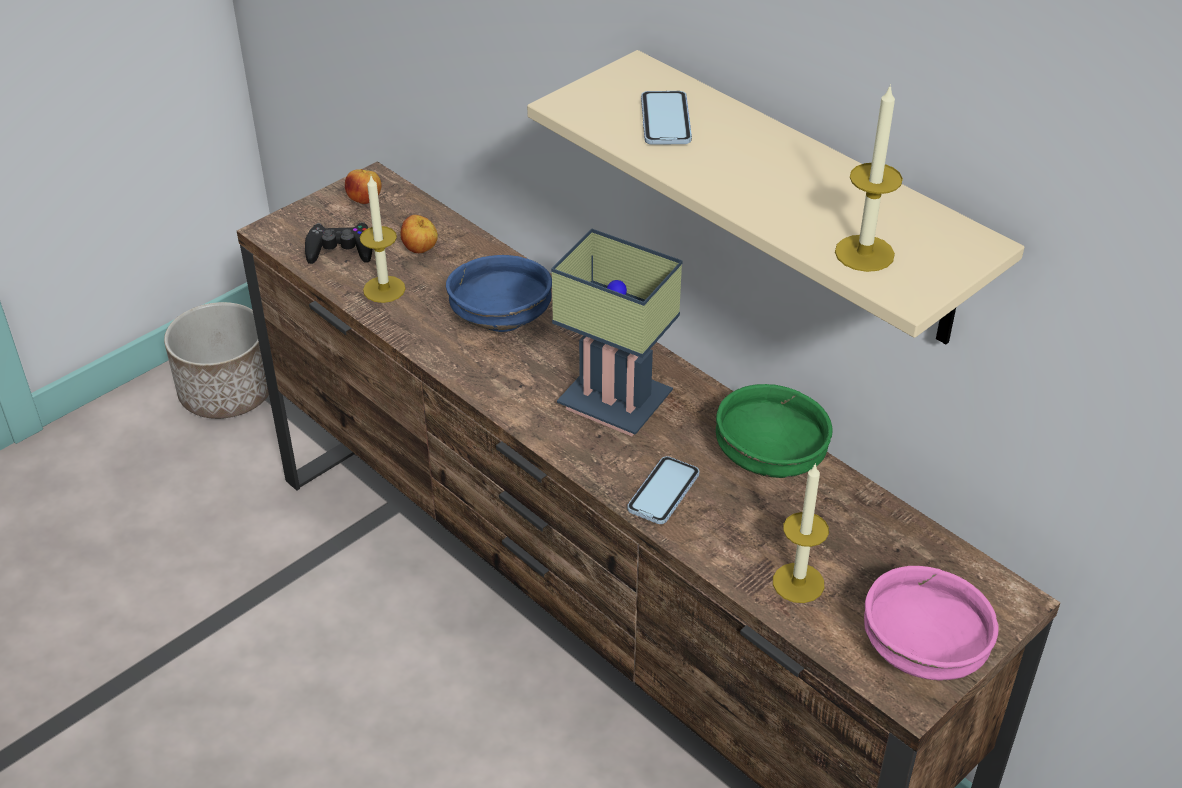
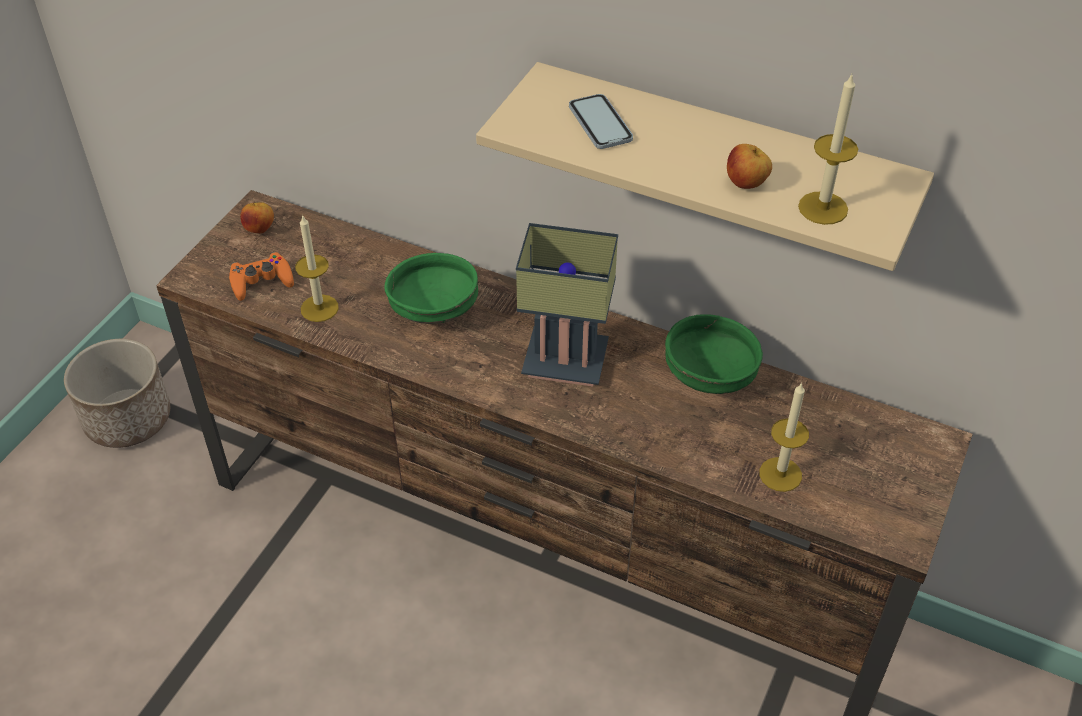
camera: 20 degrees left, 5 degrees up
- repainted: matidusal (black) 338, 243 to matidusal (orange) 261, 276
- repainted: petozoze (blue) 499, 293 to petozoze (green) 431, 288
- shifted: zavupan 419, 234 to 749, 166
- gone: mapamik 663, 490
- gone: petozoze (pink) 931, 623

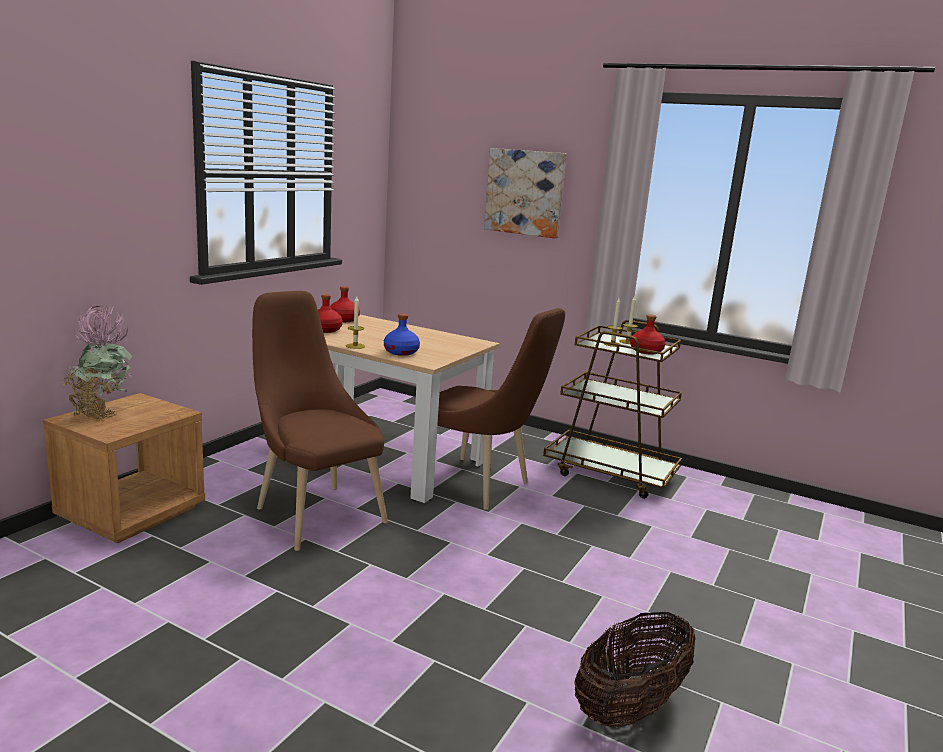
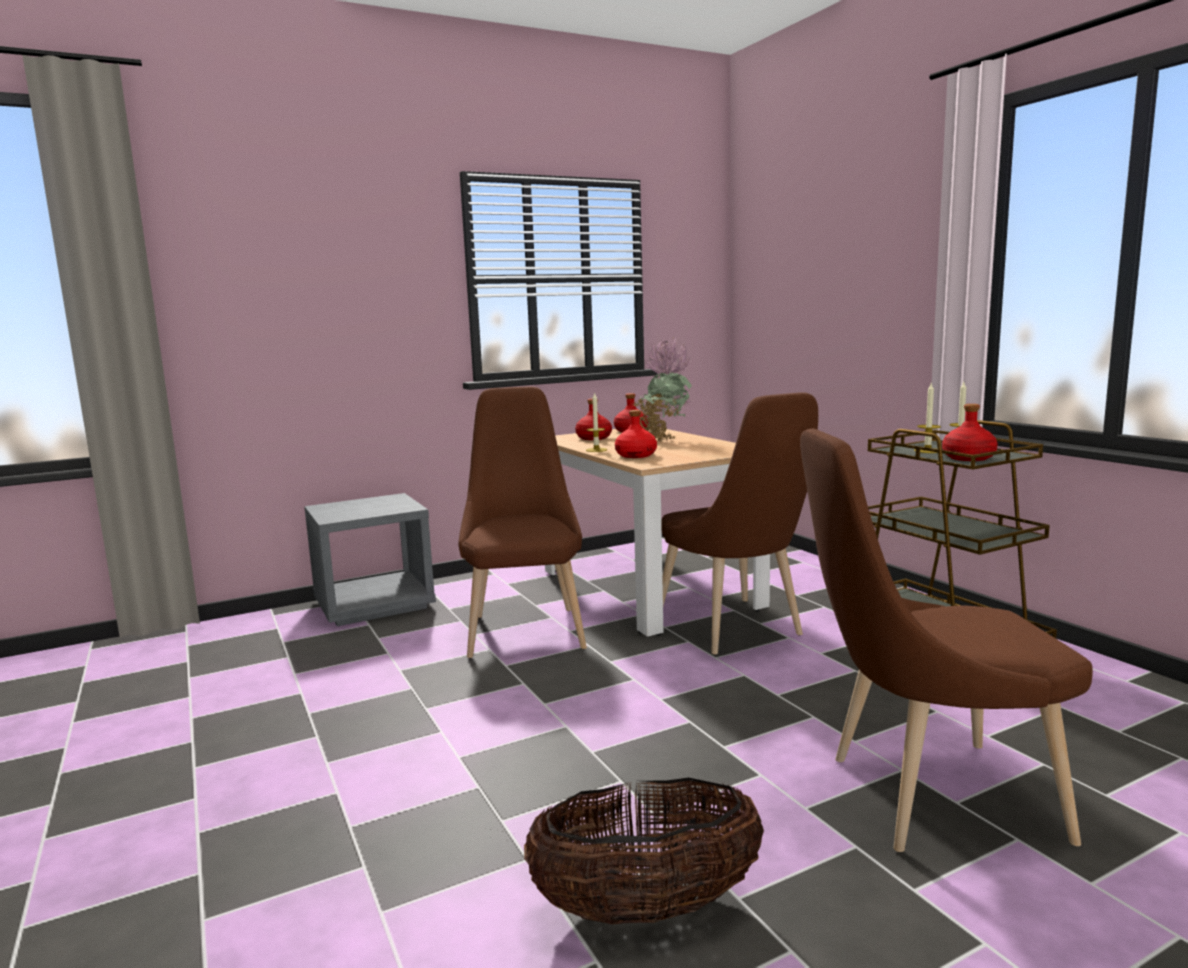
camera: 35 degrees right, 5 degrees down
- repainted: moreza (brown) 124, 468 to moreza (grey) 370, 559
- repainted: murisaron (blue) 402, 334 to murisaron (red) 636, 434
- shifted: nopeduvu 96, 363 to 662, 389
- new: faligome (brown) 946, 640
- gone: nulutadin 525, 193

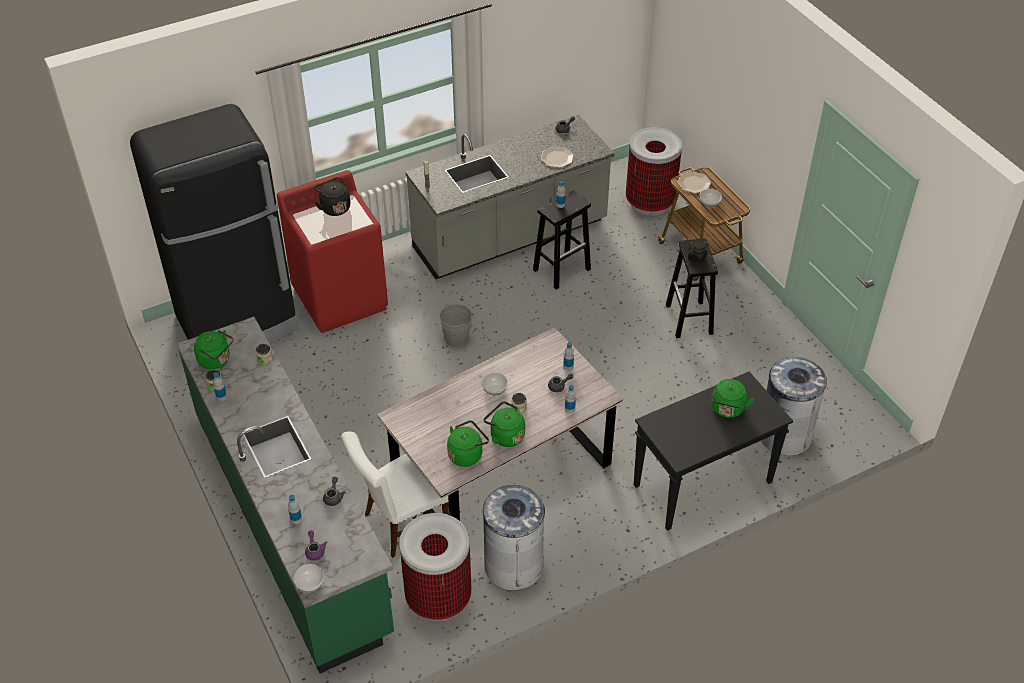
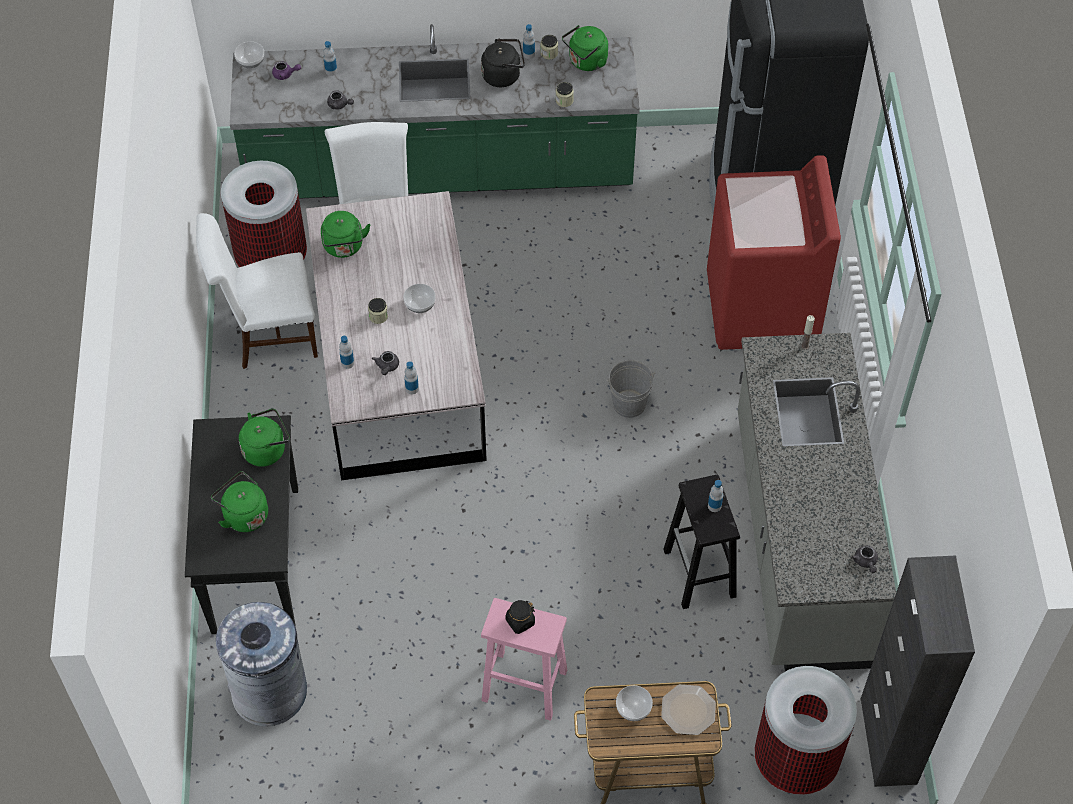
camera: 115 degrees right, 10 degrees up
- swapped: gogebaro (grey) 515, 537 to faligome (white) 257, 291
- shifted: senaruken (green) 504, 424 to 264, 438
- shifted: senaruken (black) 332, 196 to 503, 63
- repainted: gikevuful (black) 692, 288 to gikevuful (pink) 524, 659
- new: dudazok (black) 918, 671
- gone: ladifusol 557, 157

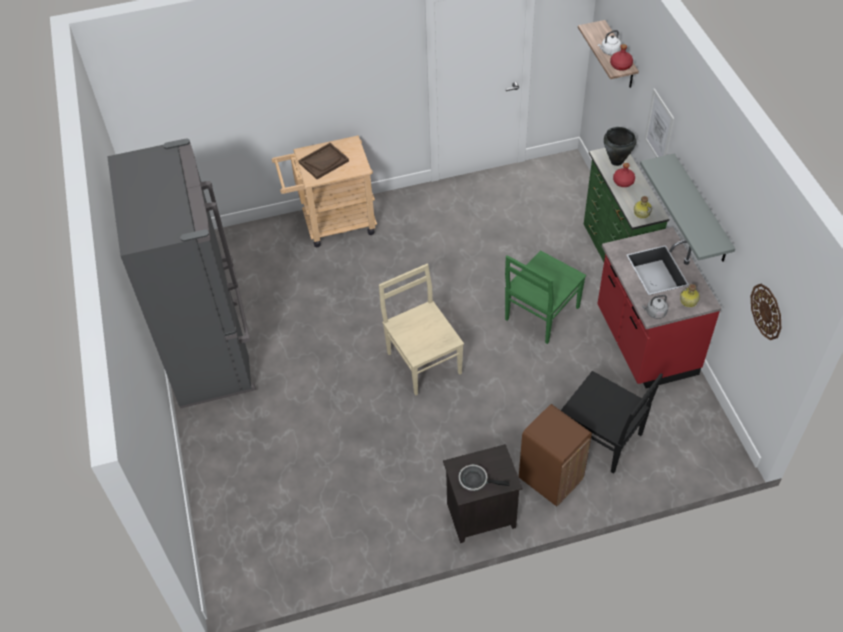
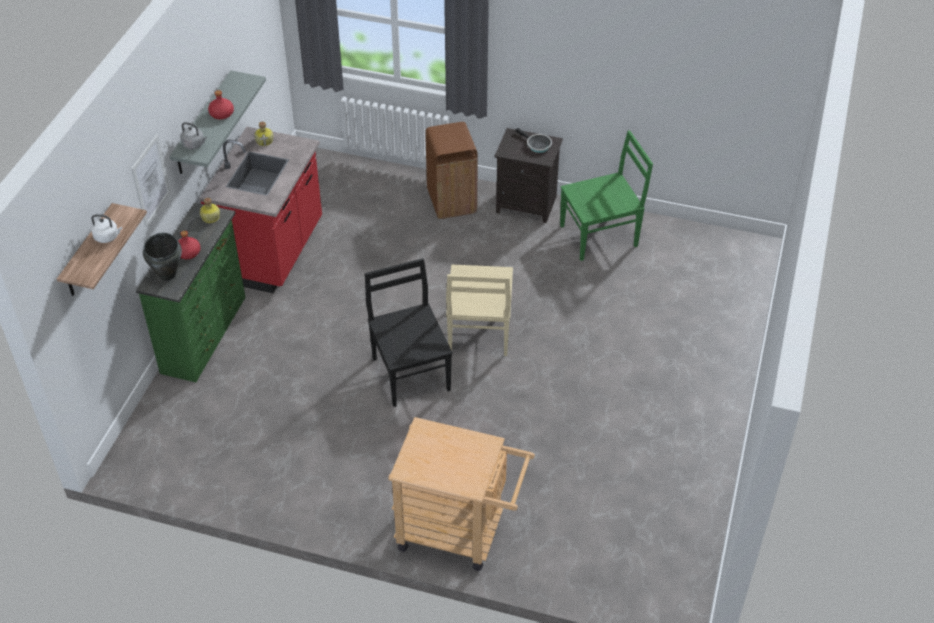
camera: 150 degrees left, 5 degrees down
- shifted: senaruken (grey) 655, 307 to 194, 135
- shifted: murisaron (red) 621, 57 to 221, 104
- shifted: faligome (black) 612, 422 to 409, 332
- shifted: faligome (green) 545, 297 to 606, 195
- gone: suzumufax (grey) 181, 273
- gone: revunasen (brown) 323, 161
- gone: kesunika 766, 312

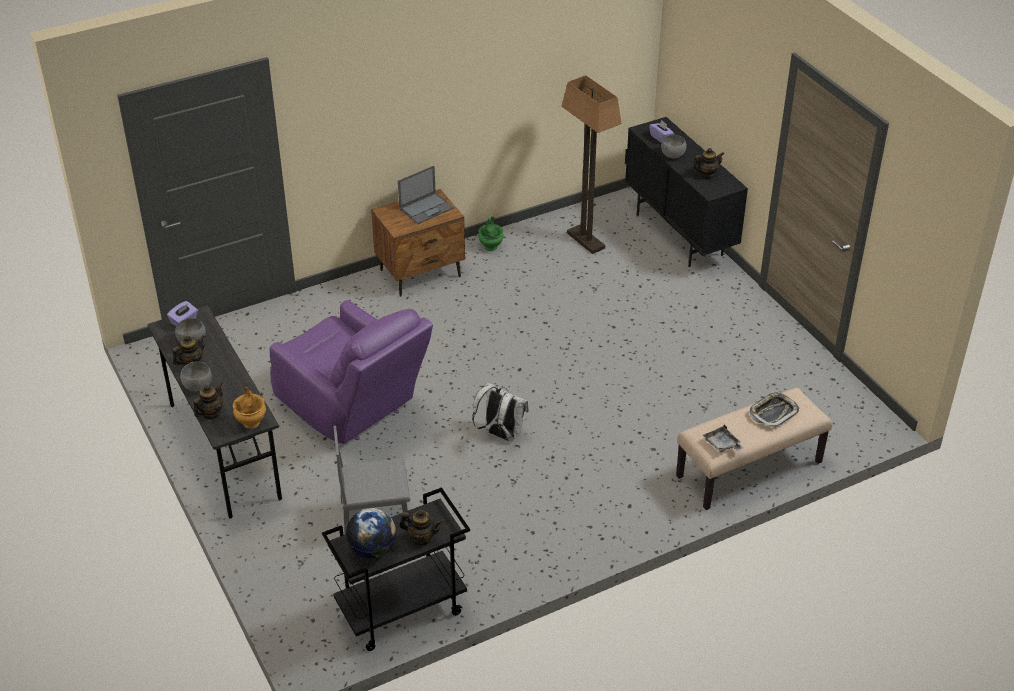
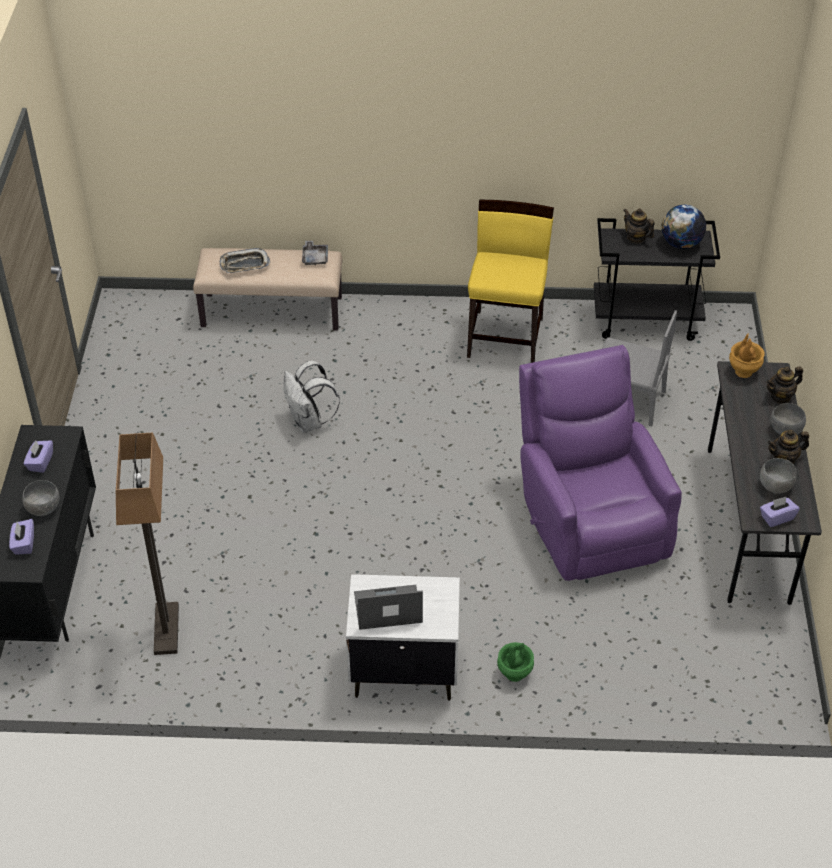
camera: 150 degrees left, 5 degrees up
- swapped: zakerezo 708, 163 to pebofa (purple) 38, 456
- shifted: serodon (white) 500, 411 to 312, 396
- repainted: moreza (brown) 418, 242 to moreza (white) 403, 637
- new: faligome (yellow) 510, 281
- shifted: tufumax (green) 491, 233 to 515, 662

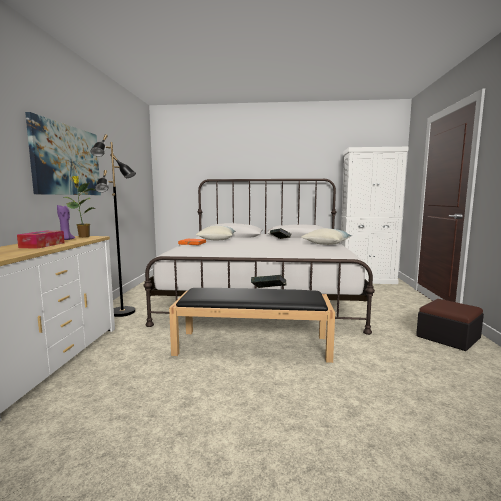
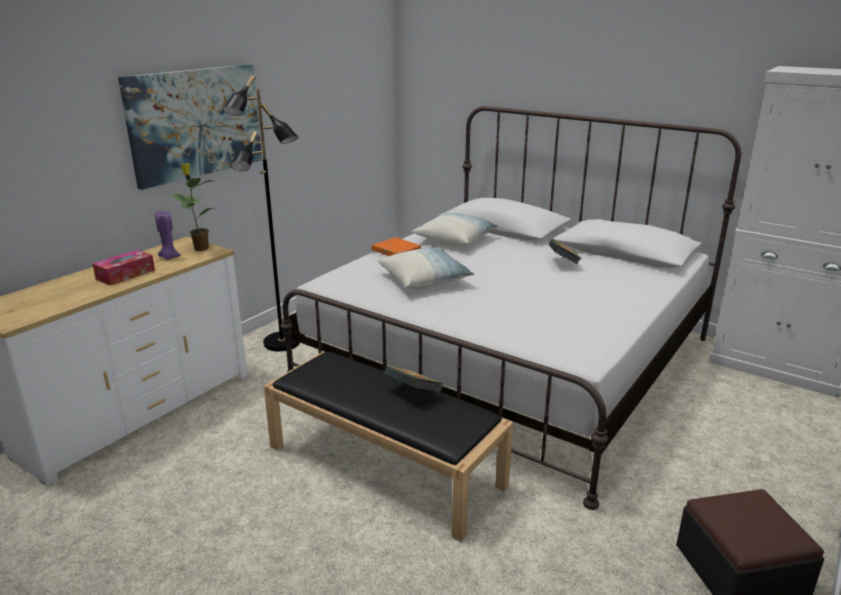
camera: 30 degrees right, 15 degrees up
- shifted: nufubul 326, 236 to 426, 268

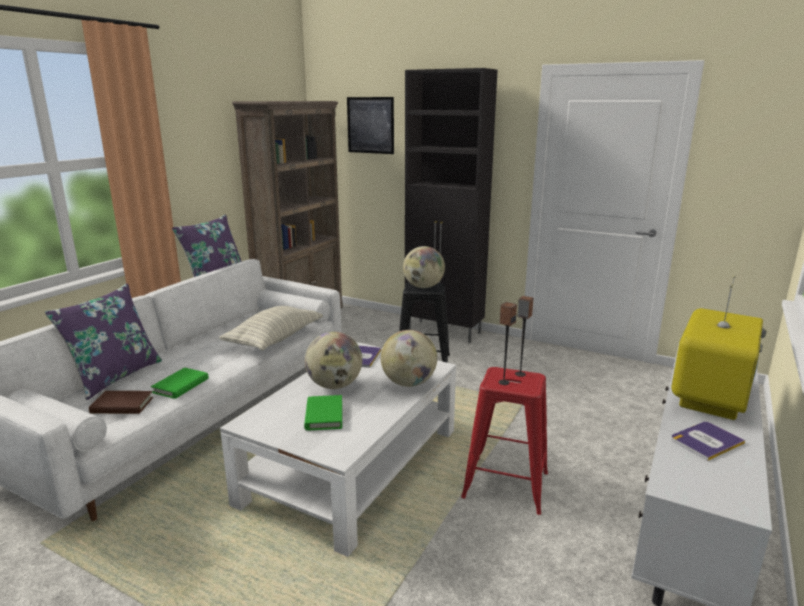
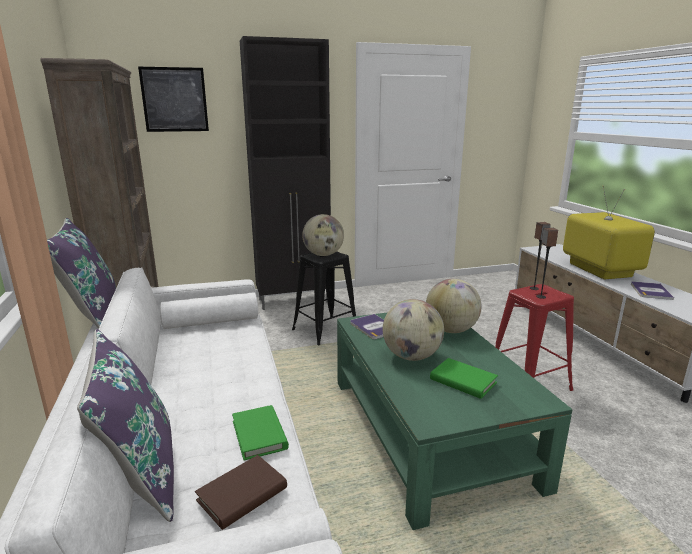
camera: 45 degrees left, 0 degrees up
- repainted: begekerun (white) 338, 449 to begekerun (green) 455, 421
- gone: nufubul 271, 328

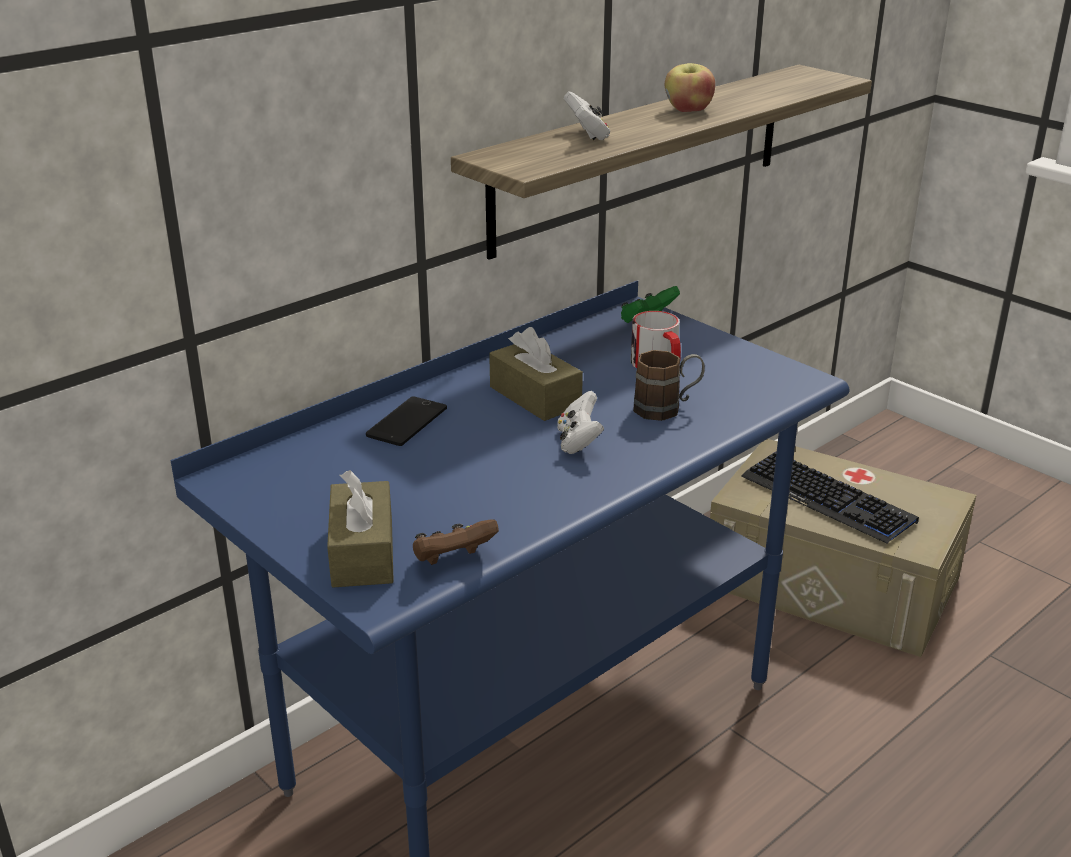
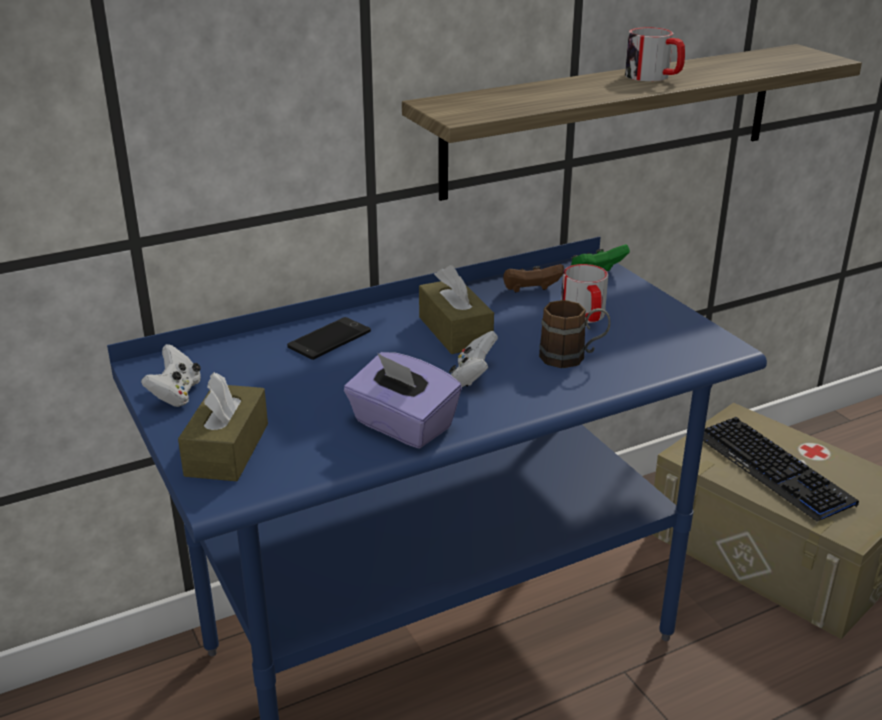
camera: 15 degrees right, 0 degrees up
- shifted: matidusal (white) 587, 116 to 171, 375
- new: pebofa (purple) 403, 400
- shifted: matidusal (brown) 456, 542 to 533, 278
- swapped: zavupan 690, 87 to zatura 655, 54

